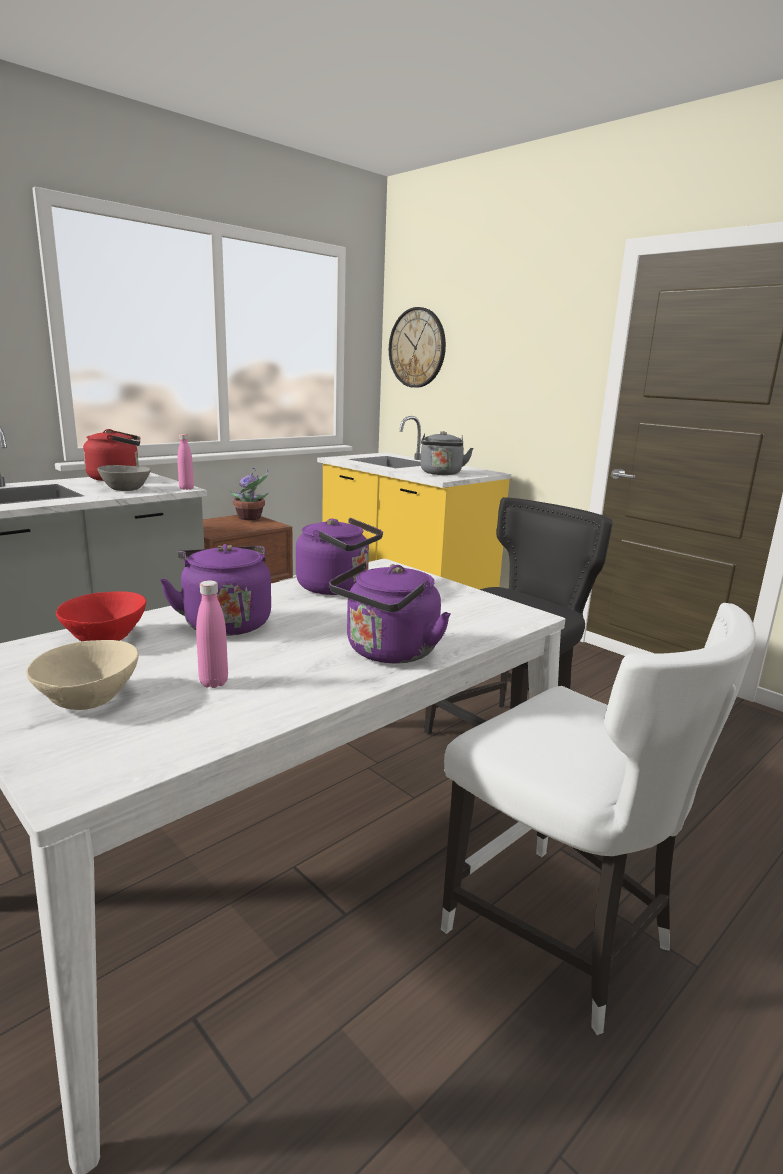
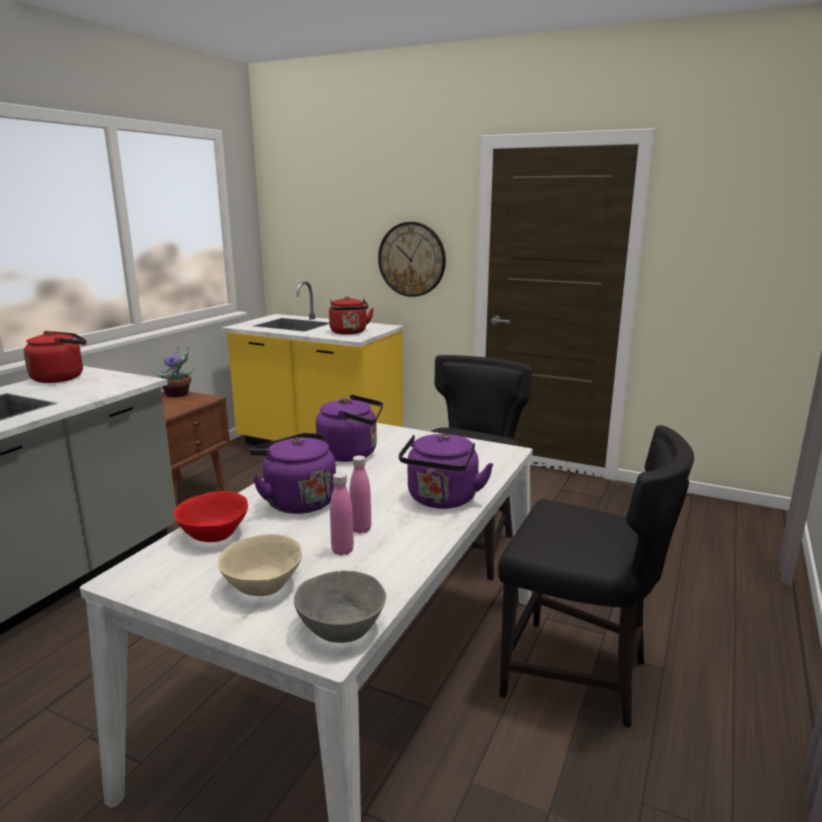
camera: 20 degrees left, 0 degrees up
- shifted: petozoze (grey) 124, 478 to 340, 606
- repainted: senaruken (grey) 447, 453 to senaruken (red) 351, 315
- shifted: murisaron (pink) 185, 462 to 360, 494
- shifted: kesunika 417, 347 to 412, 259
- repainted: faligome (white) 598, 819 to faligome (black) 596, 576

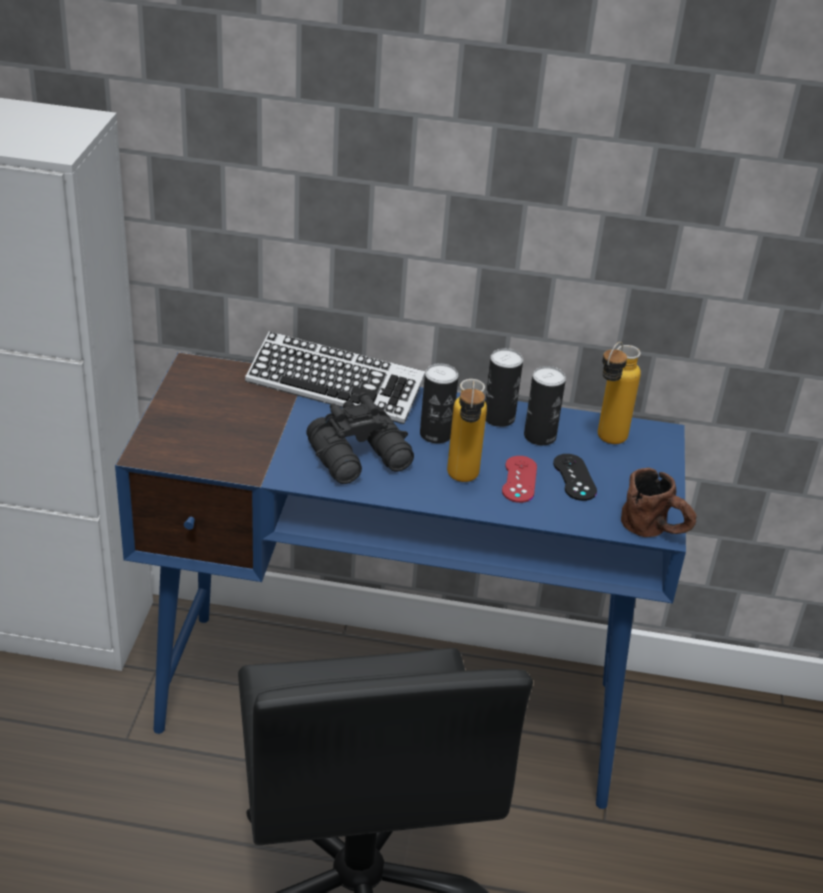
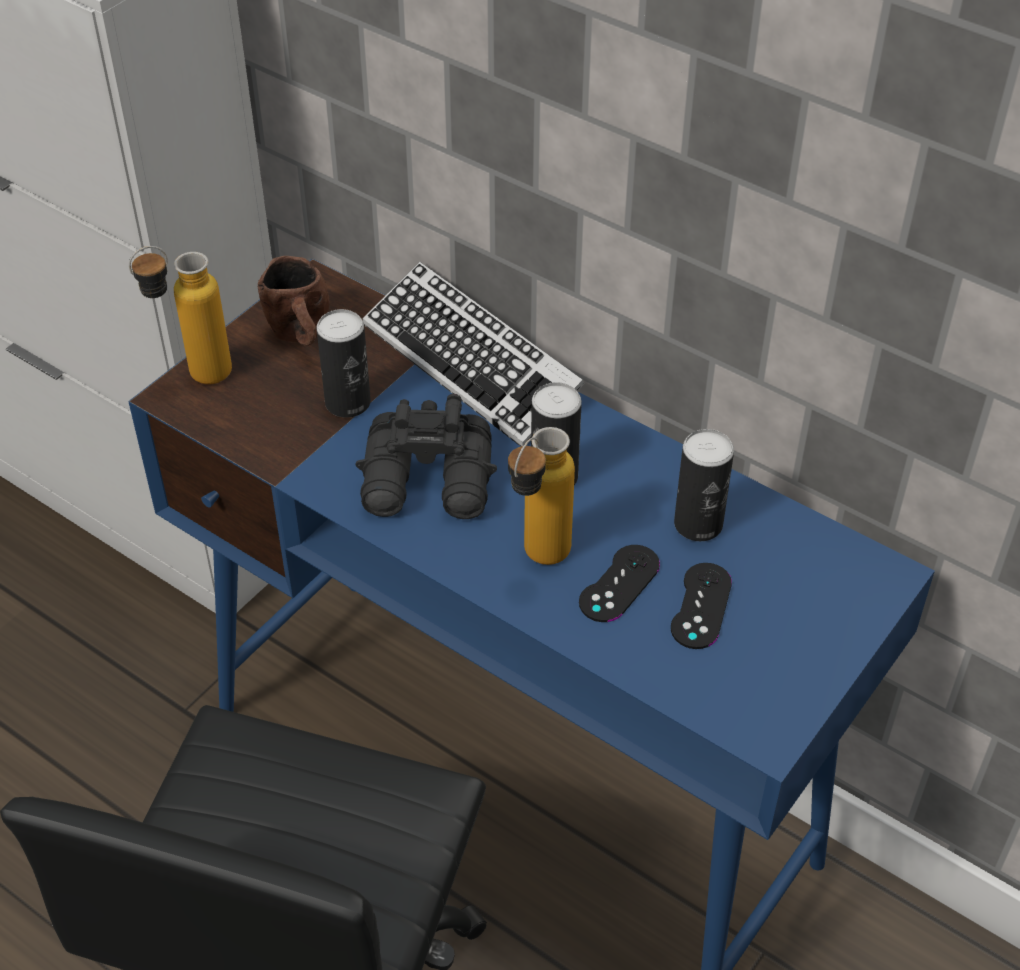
camera: 30 degrees right, 10 degrees up
- shifted: murisaron 619, 393 to 180, 315
- shifted: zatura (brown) 659, 502 to 294, 301
- shifted: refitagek 504, 387 to 343, 363
- repainted: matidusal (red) 519, 479 to matidusal (black) 619, 583

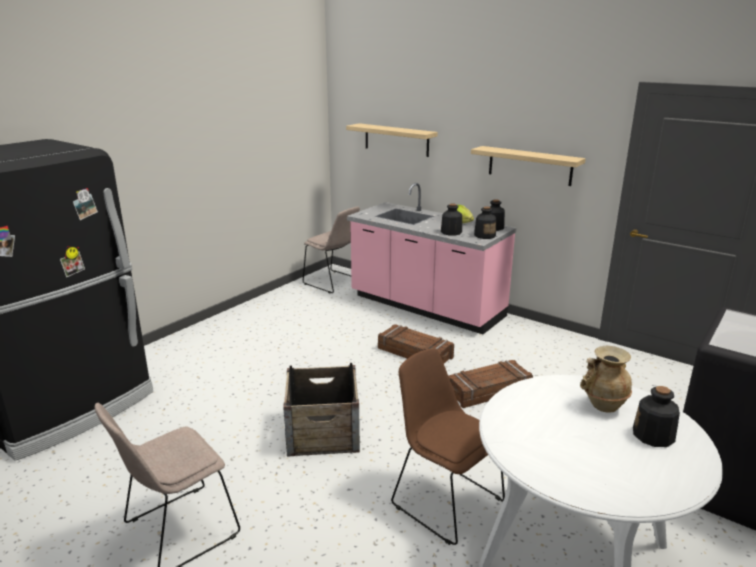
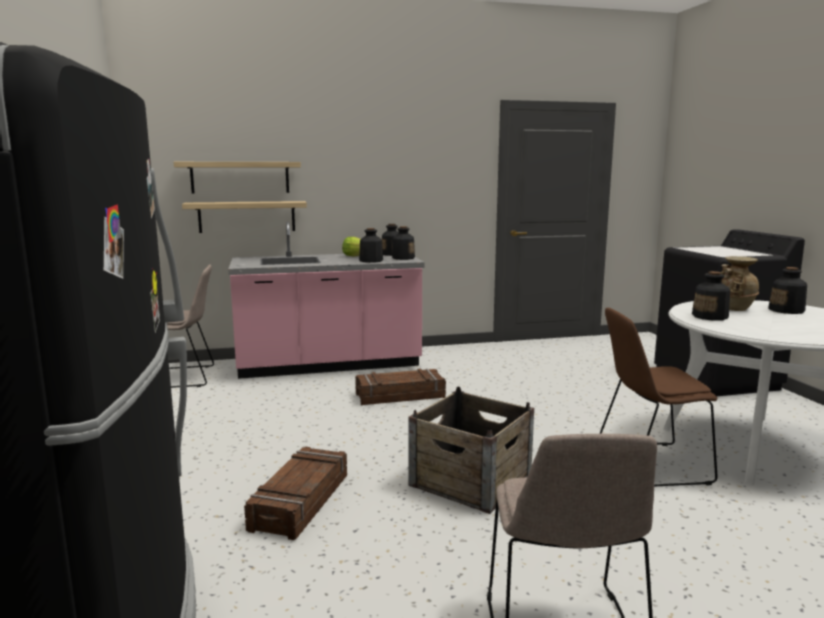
camera: 50 degrees left, 10 degrees down
- shifted: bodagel 528, 166 to 244, 217
- shifted: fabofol 491, 384 to 295, 493
- new: murisaron 711, 296

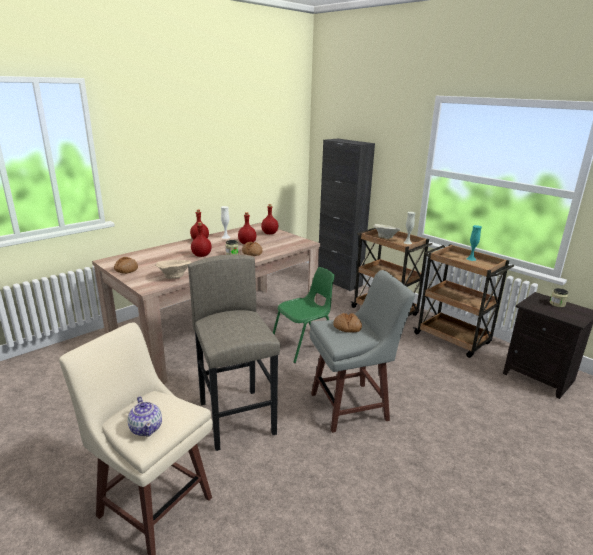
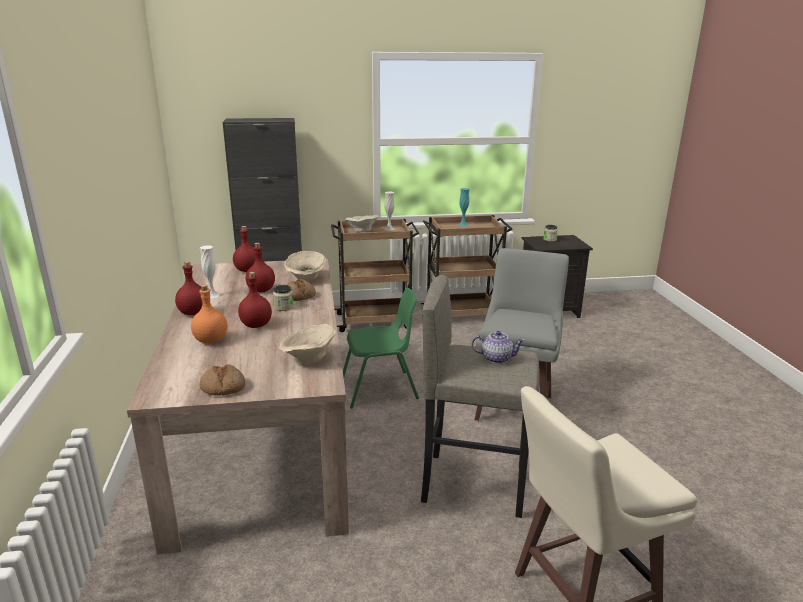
camera: 55 degrees left, 0 degrees up
- new: murisaron (orange) 209, 314
- new: petozoze (beige) 305, 266
- rotated: faligome (green) 304, 315 = 381, 348 75 degrees clockwise
- shifted: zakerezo 145, 416 to 498, 347
- gone: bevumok 347, 322

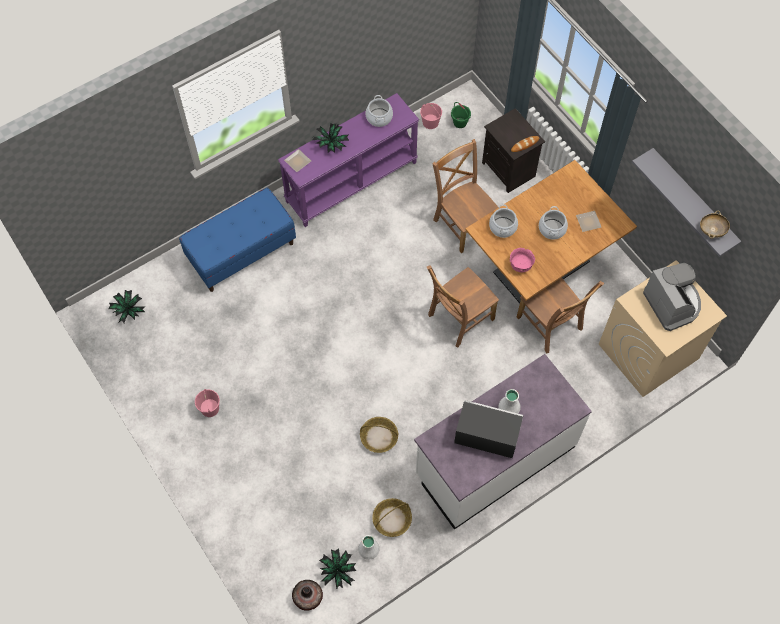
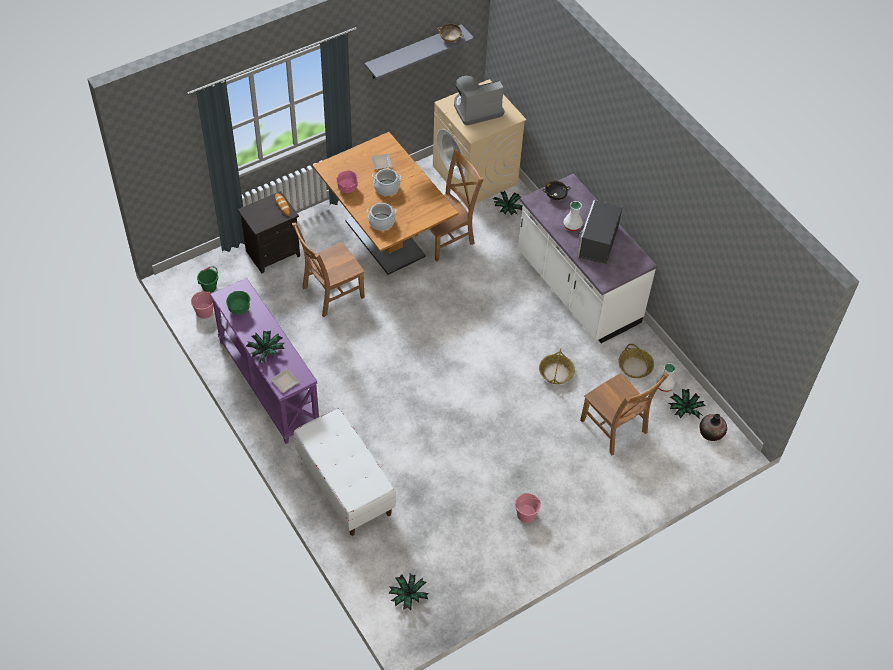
camera: 90 degrees left, 10 degrees down
- swapped: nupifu 379, 111 to petozoze (green) 238, 303
- repainted: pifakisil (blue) 237, 240 to pifakisil (white) 345, 472
- shifted: petozoze (pink) 522, 260 to 347, 181
- new: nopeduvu 508, 203
- new: petozoze (black) 556, 190
- shifted: faligome (brown) 463, 306 to 624, 414

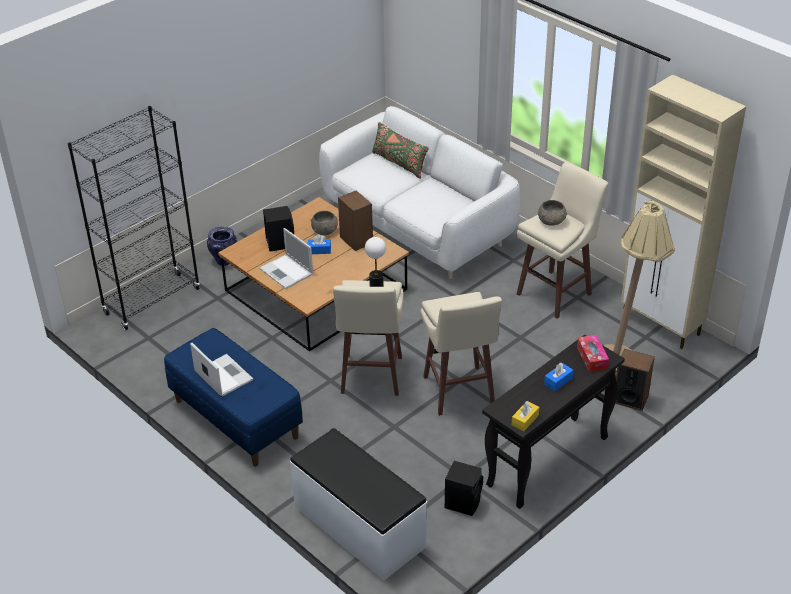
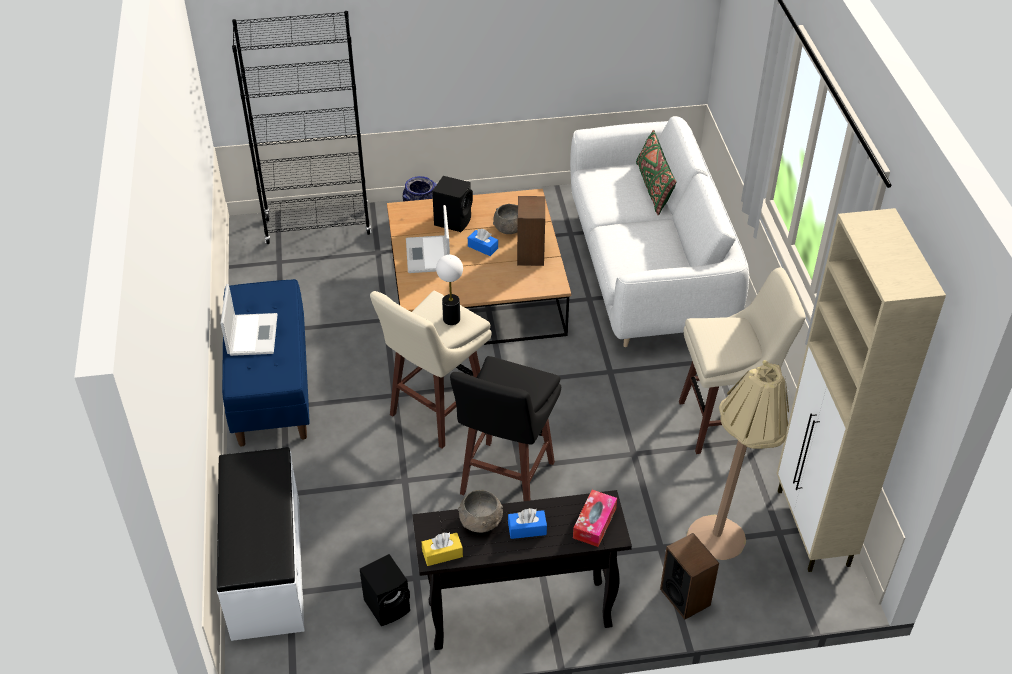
camera: 35 degrees right, 5 degrees up
- repainted: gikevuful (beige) 461, 354 to gikevuful (black) 505, 428
- shifted: petozoze (grey) 552, 213 to 480, 511

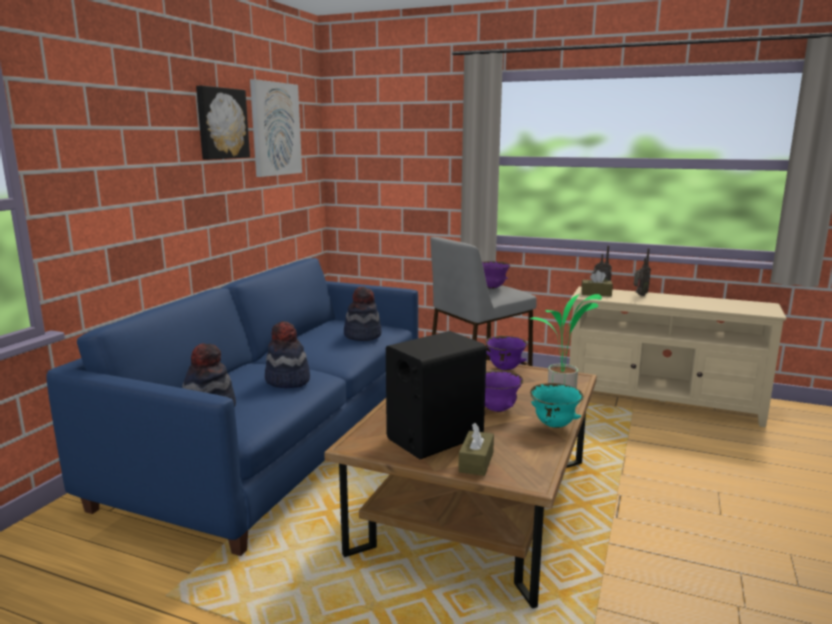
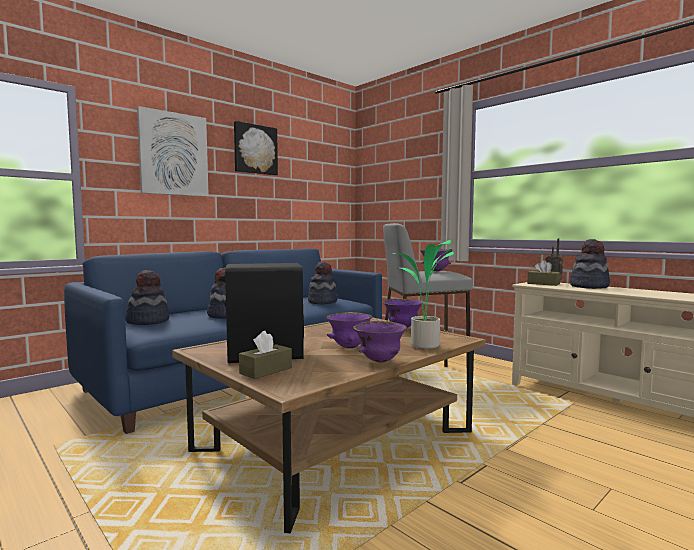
camera: 25 degrees right, 10 degrees down
- shifted: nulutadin 276, 128 to 173, 151
- repainted: petozoze (turquoise) 556, 405 to petozoze (purple) 380, 341
- swapped: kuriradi 642, 272 to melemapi 590, 264

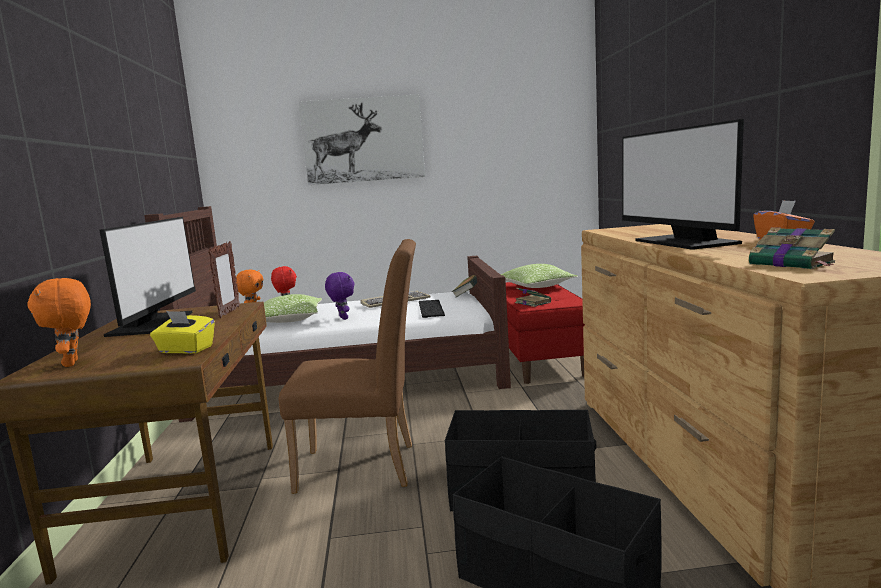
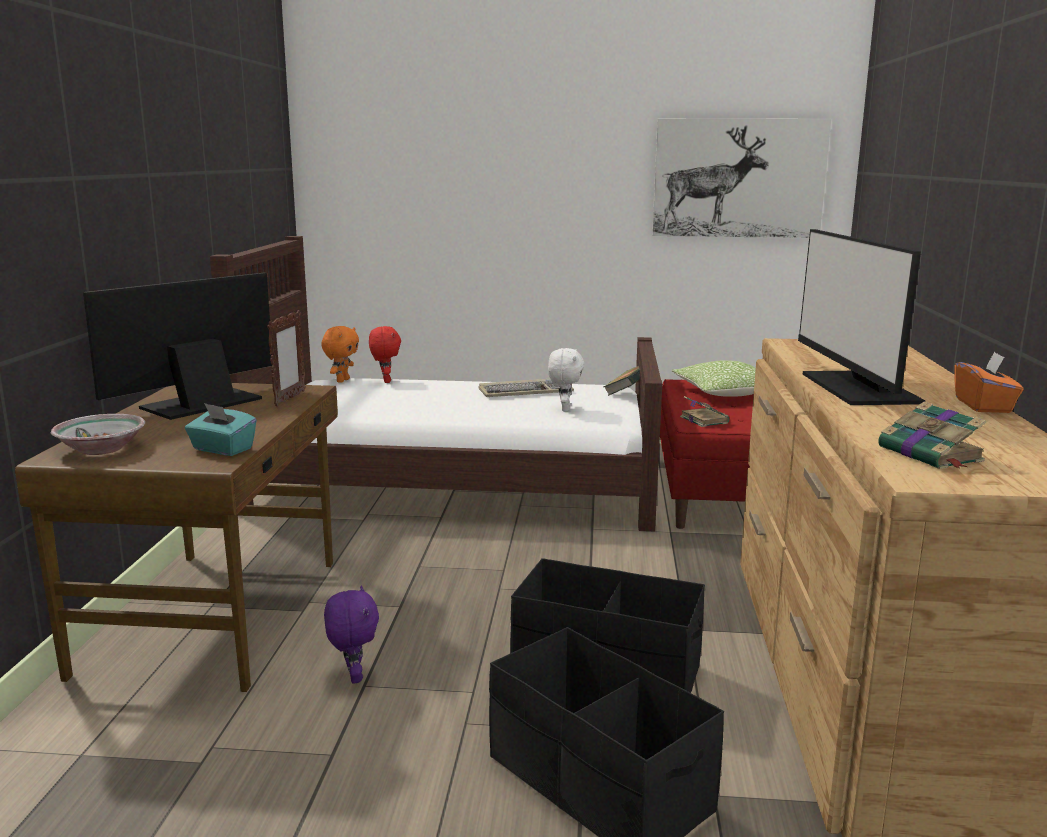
camera: 10 degrees right, 5 degrees up
- swapped: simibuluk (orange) 59, 322 to petozoze 98, 434
- rotated: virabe 147, 277 = 177, 346 150 degrees counterclockwise
- repainted: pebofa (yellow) 182, 332 to pebofa (turquoise) 221, 429
- shifted: simibuluk (purple) 340, 296 to 351, 635
- swapped: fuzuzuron 432, 309 to simibuluk (white) 566, 380
- shifted: nulutadin 362, 139 to 741, 178
- gone: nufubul 293, 308
- gone: faligome (brown) 347, 366

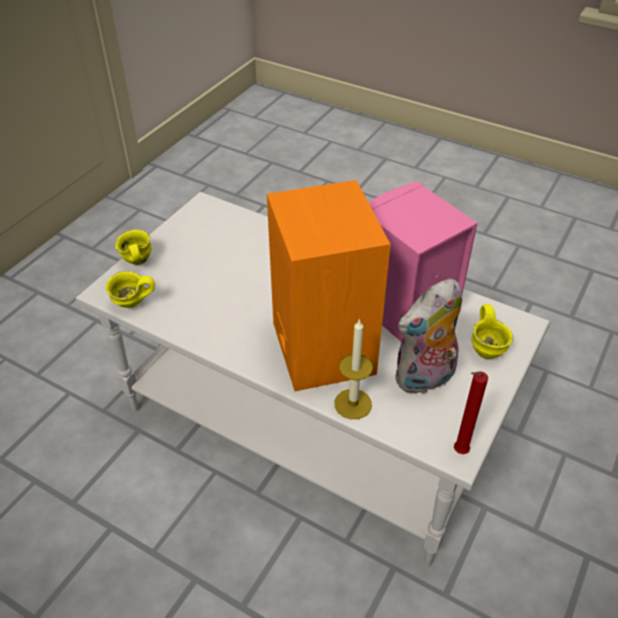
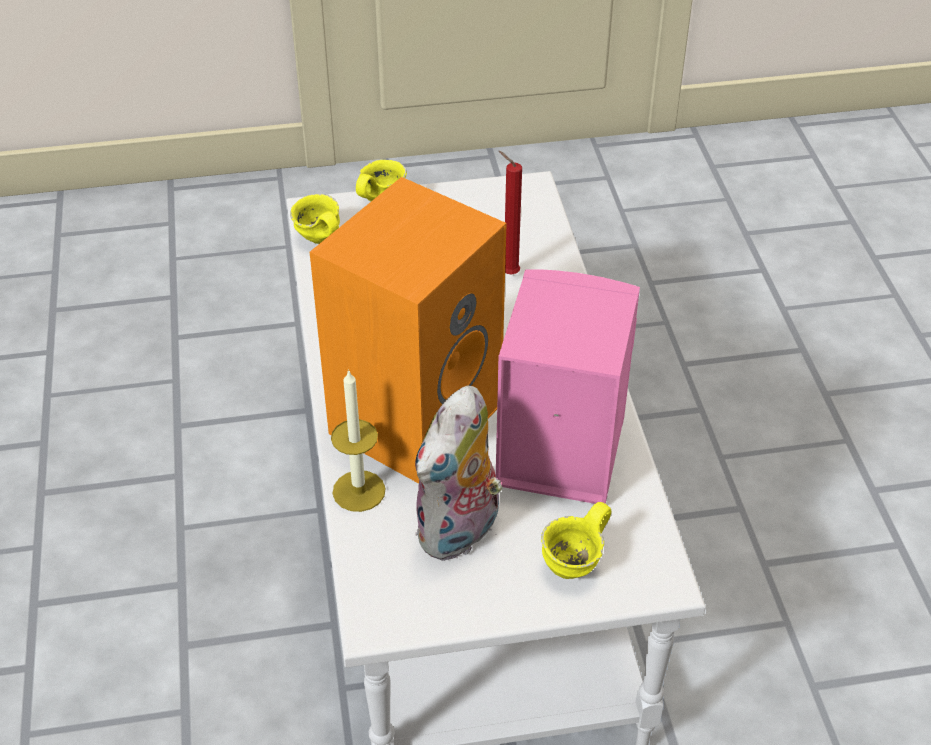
camera: 50 degrees right, 0 degrees up
- rotated: simibuluk 428, 337 = 458, 473 75 degrees counterclockwise
- shifted: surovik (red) 471, 412 to 510, 213

